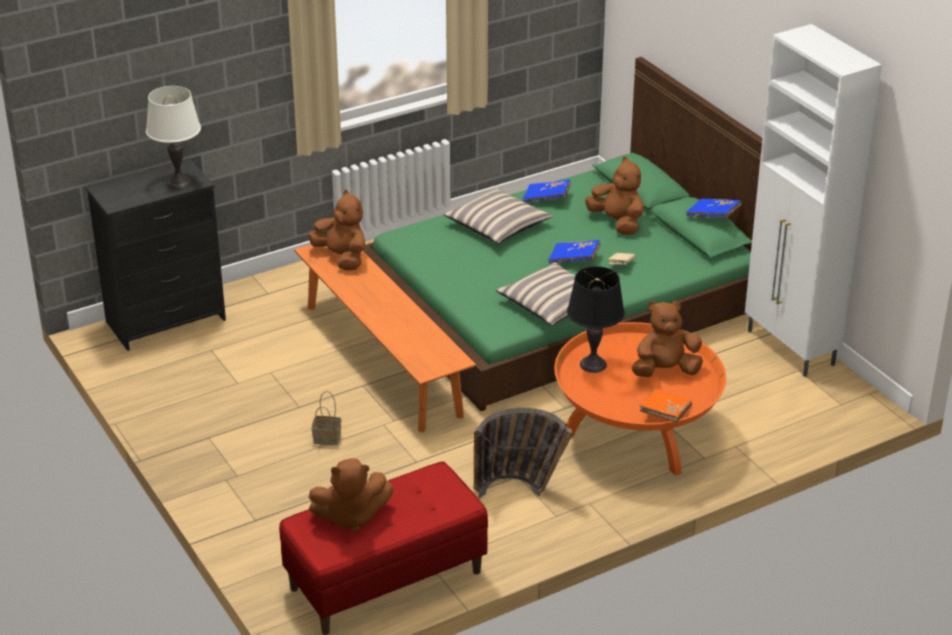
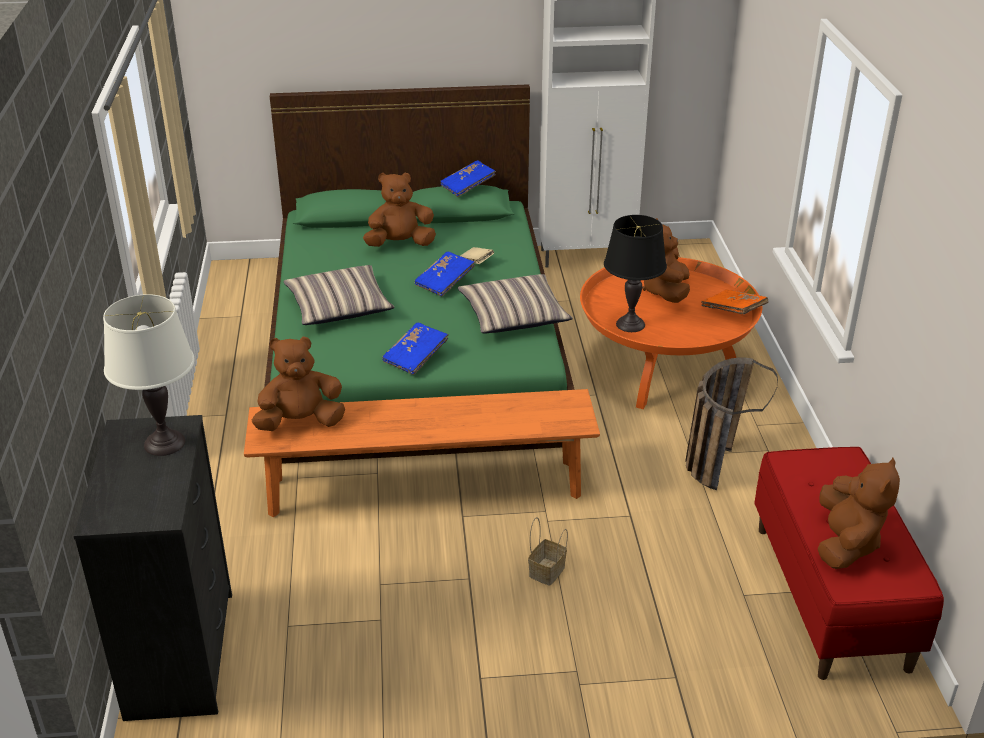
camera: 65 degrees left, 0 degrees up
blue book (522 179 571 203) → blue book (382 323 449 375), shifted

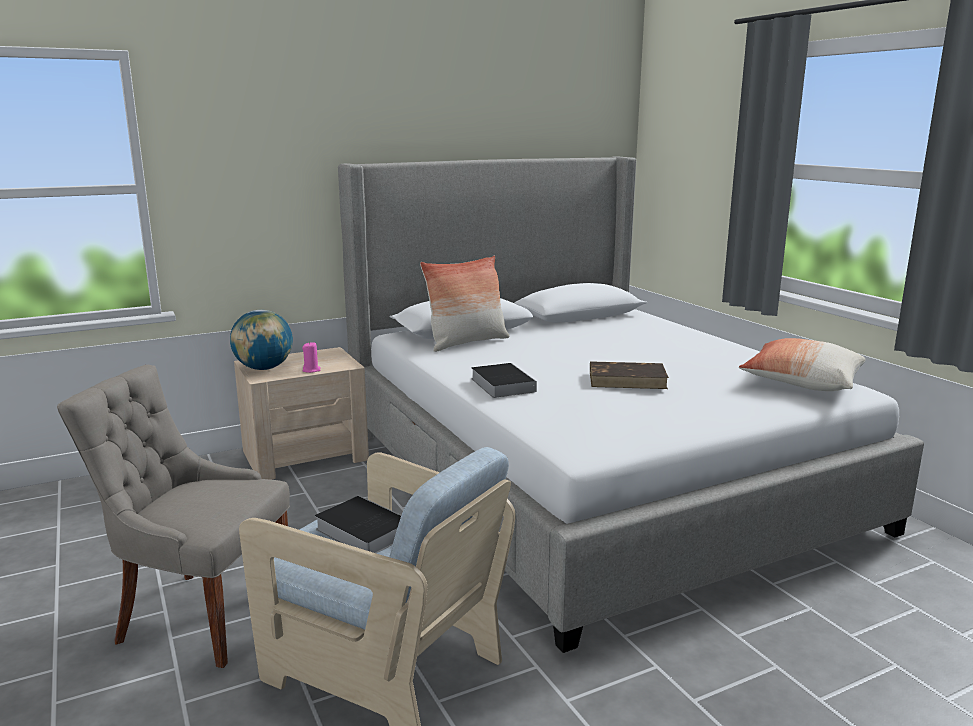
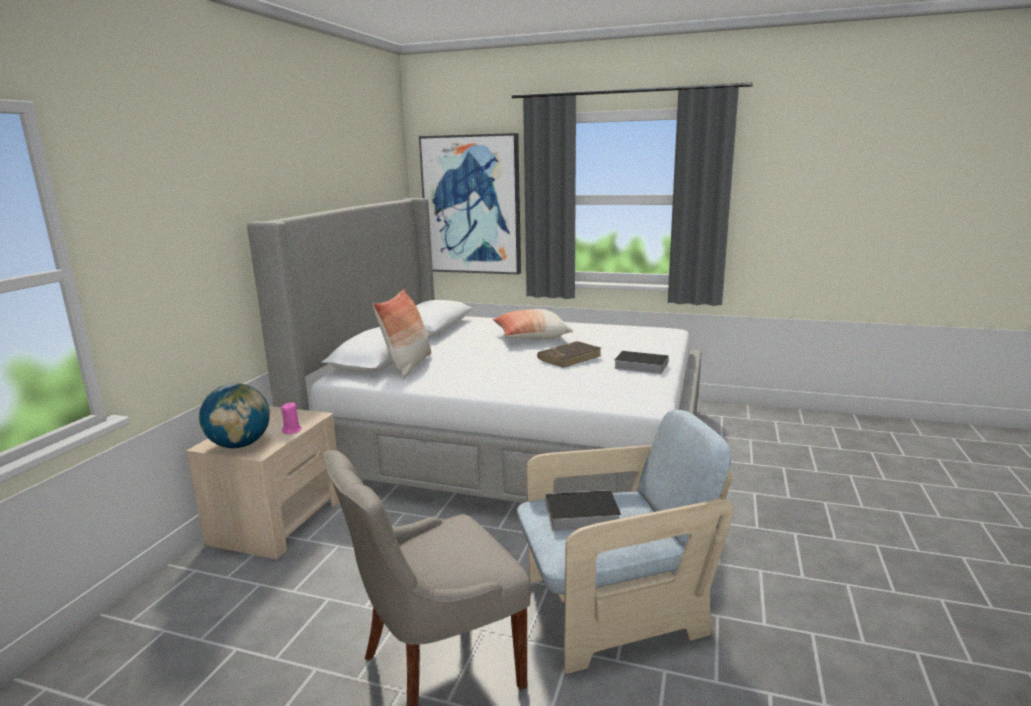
camera: 45 degrees left, 0 degrees up
- → picture (419 133 521 275)
book (471 363 537 398) → book (614 351 669 374), shifted
pillow (739 338 866 391) → pillow (493 309 573 339), shifted

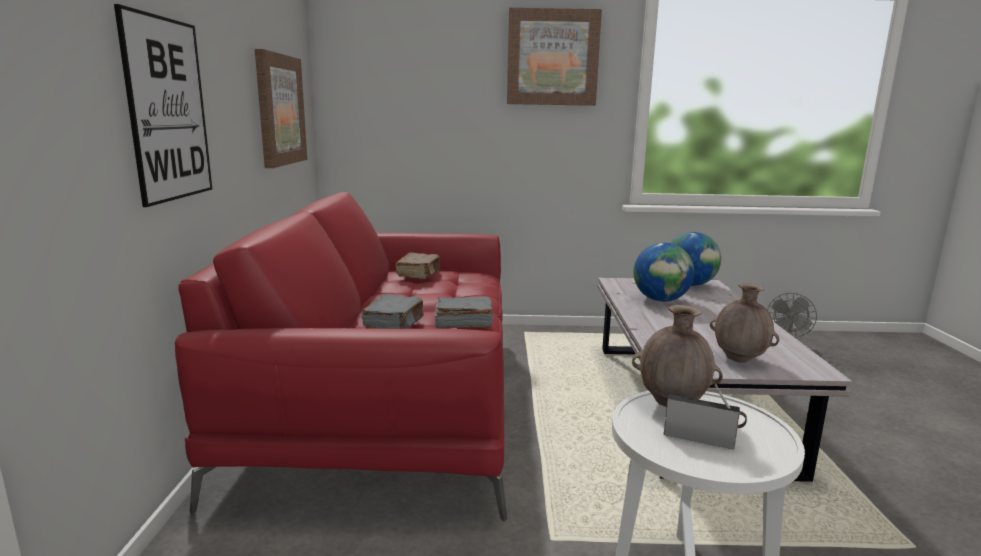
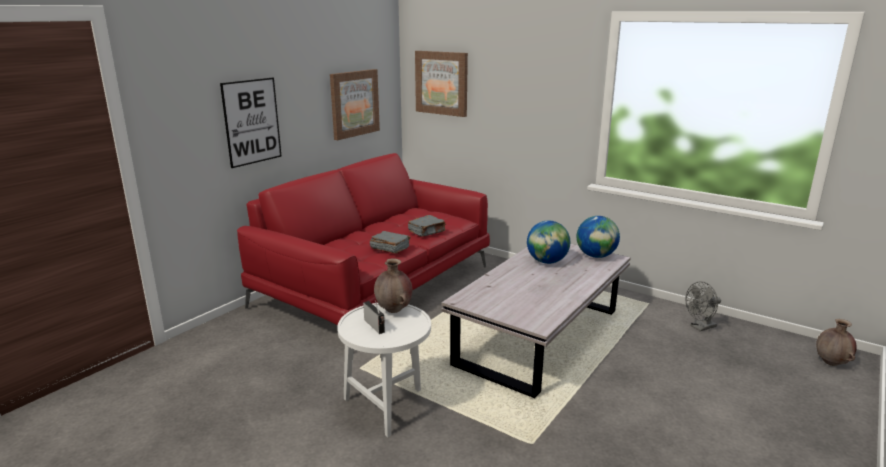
camera: 35 degrees right, 5 degrees up
brown book (396 252 441 279) → -
grey book (362 294 424 329) → grey book (408 215 445 237), shifted
picture (507 8 602 106) → picture (415 51 468 117), shifted
brown vase (710 283 779 363) → brown vase (816 319 857 366), shifted

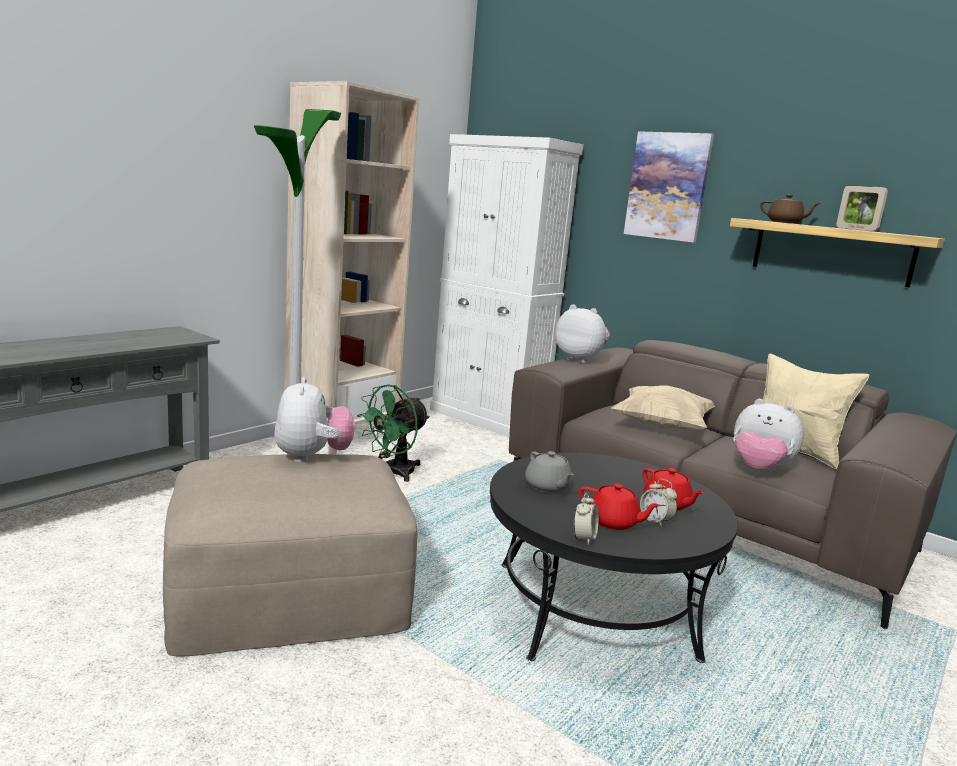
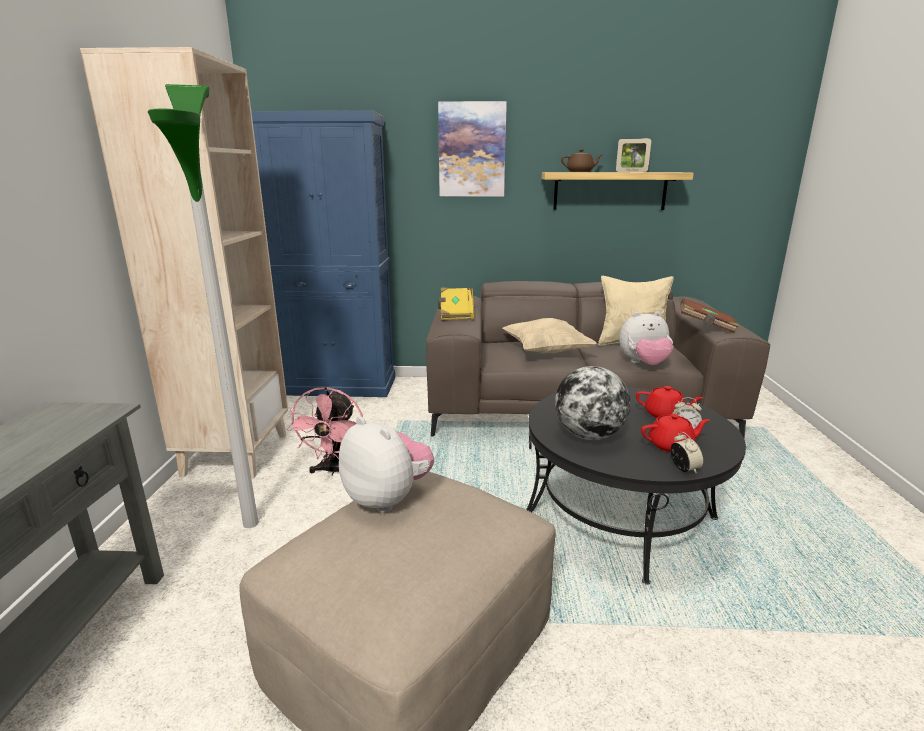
camera: 35 degrees left, 5 degrees up
- → brown book (680 298 739 333)
grey teapot (525 451 574 493) → globe (555 366 631 440)
plush toy (555 304 610 363) → yellow book (438 287 475 320)
green fan (357 384 430 482) → pink fan (287 387 363 476)
white cabinet (430 134 583 437) → blue cabinet (251 110 395 397)

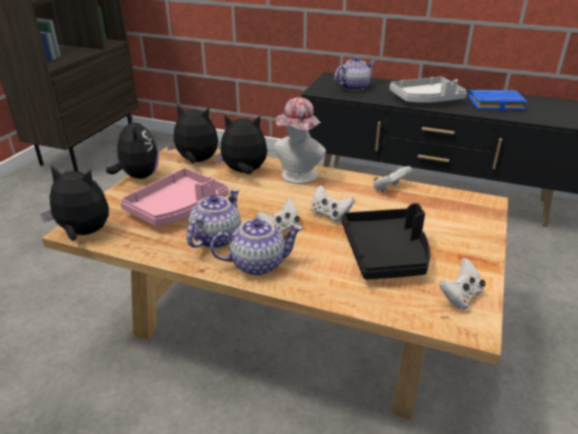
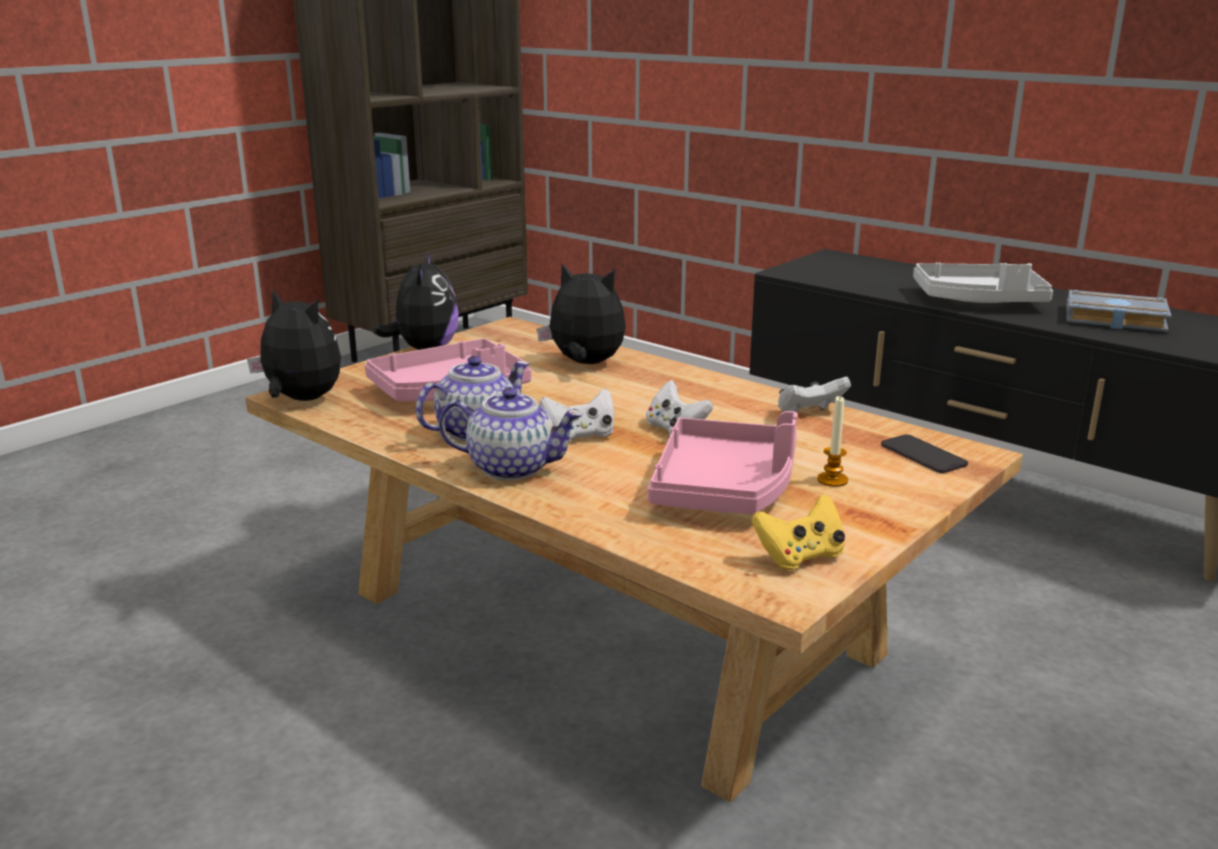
camera: 20 degrees right, 10 degrees down
plush toy (166 104 218 163) → -
hat (274 97 326 184) → -
teapot (334 57 376 91) → -
- → candle (817 395 848 487)
- → phone (881 435 968 473)
black tray (342 203 430 280) → pink tray (648 411 797 514)
white game controller (439 258 486 310) → yellow game controller (751 494 845 570)
blue book (469 90 527 111) → grey book (1066 290 1171 332)

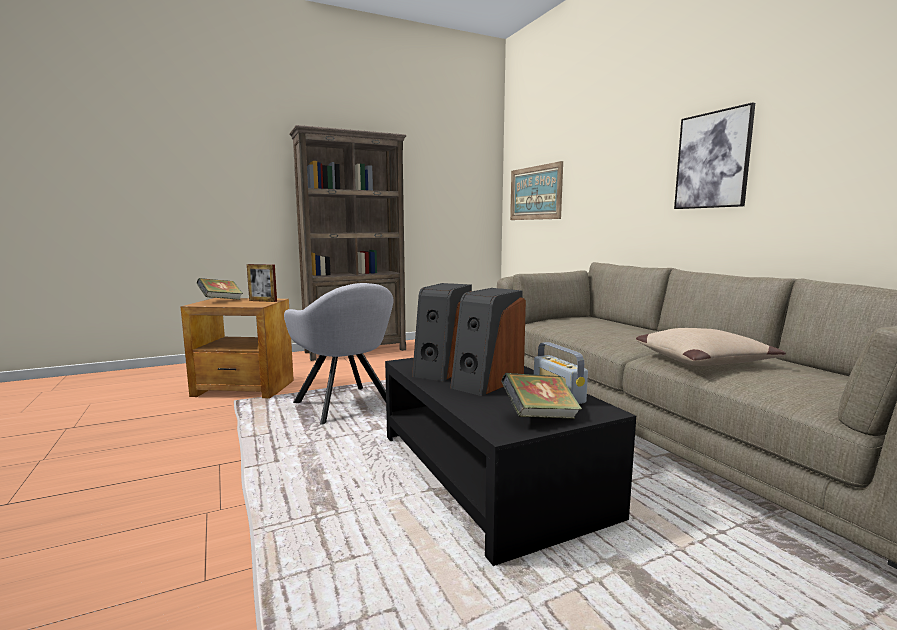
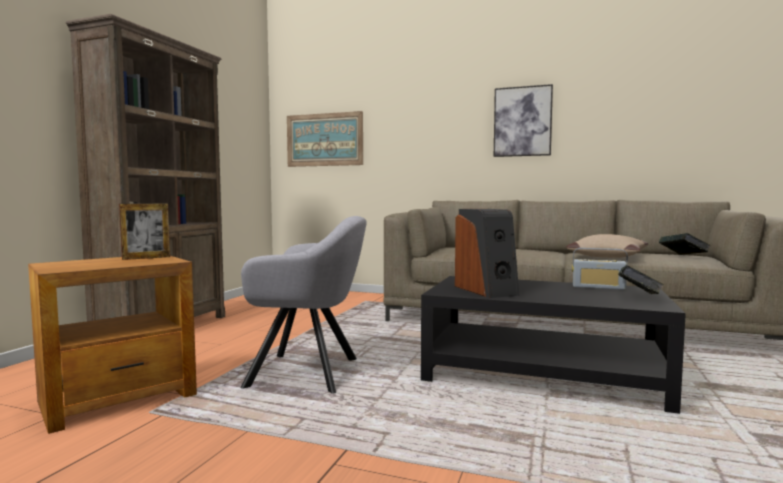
camera: 45 degrees left, 5 degrees down
speaker (450 288 526 396) → -
book (197 278 243 300) → book (659 233 711 255), shifted

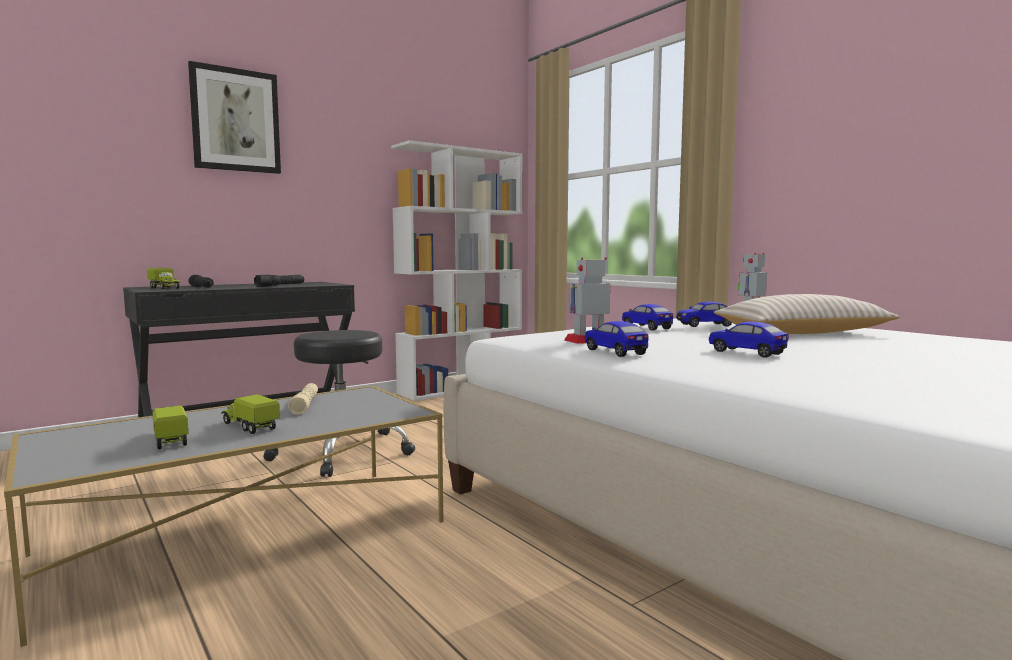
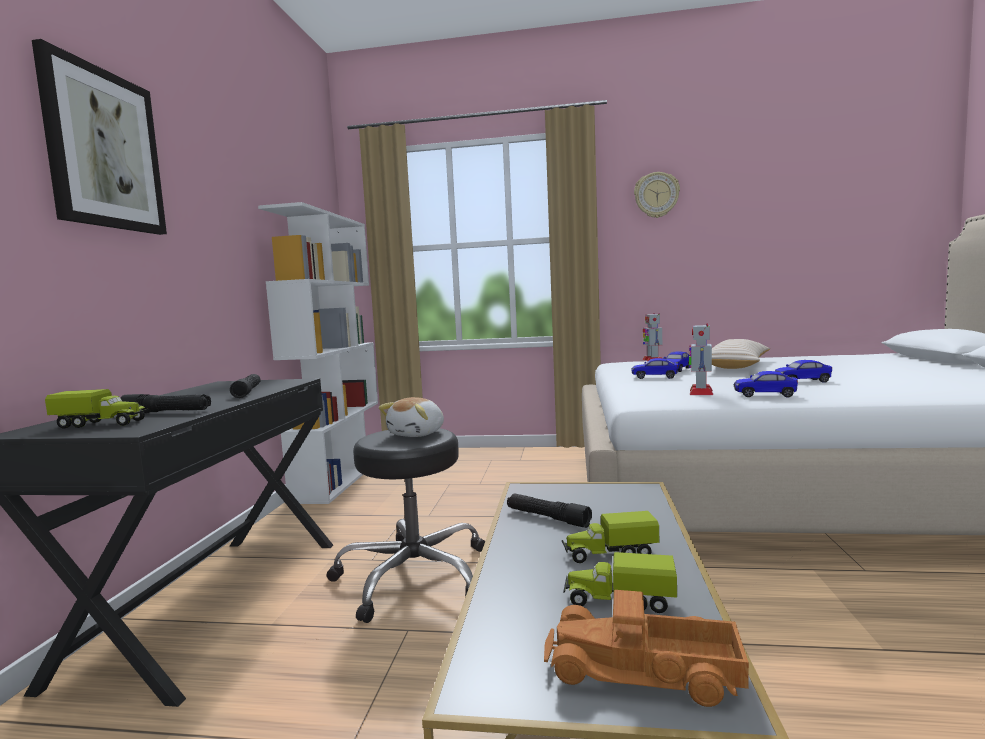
camera: 45 degrees left, 0 degrees up
- → plush toy (379 397 444 437)
- → toy truck (544 590 749 707)
- → wall clock (634 172 680 218)
beige flashlight (288 383 318 415) → black flashlight (507 493 592 528)

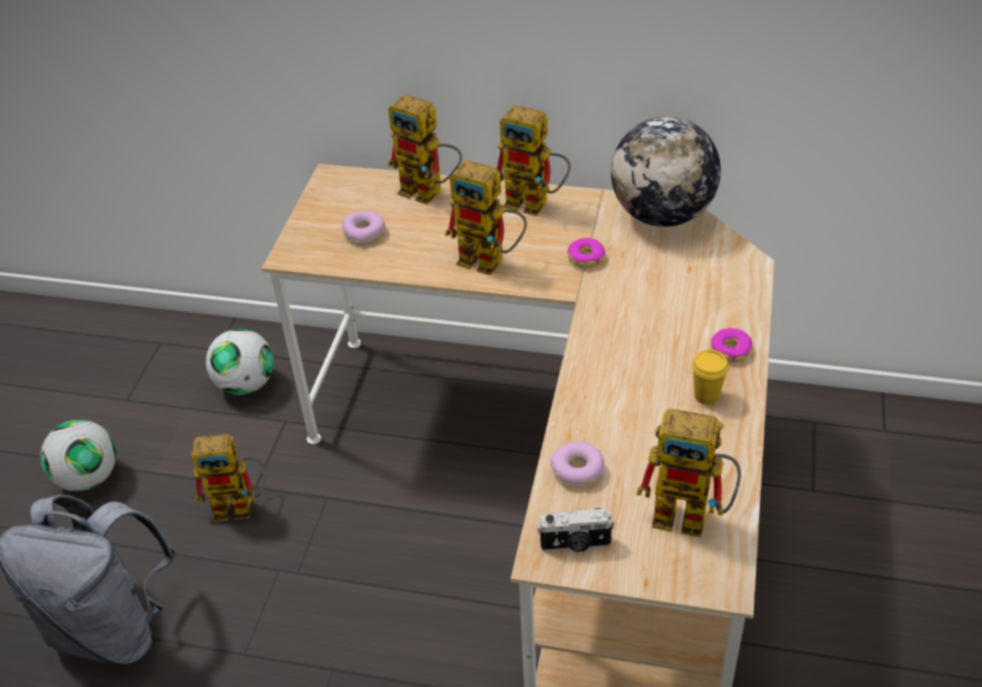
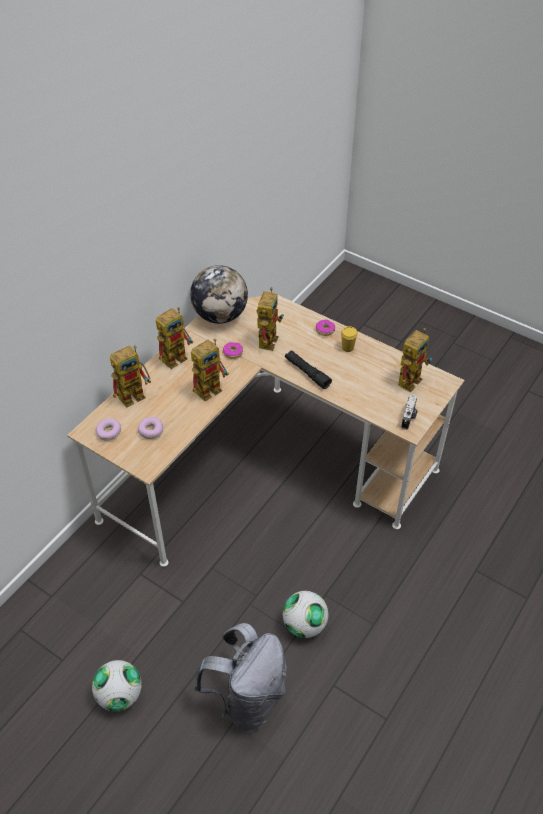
camera: 70 degrees left, 5 degrees up
- → black flashlight (285 350 332 389)
toy robot (191 434 265 522) → toy robot (256 287 284 351), shifted
football (206 329 274 395) → football (283 591 328 638), shifted
donut (550 442 605 487) → donut (95 419 121 441), shifted

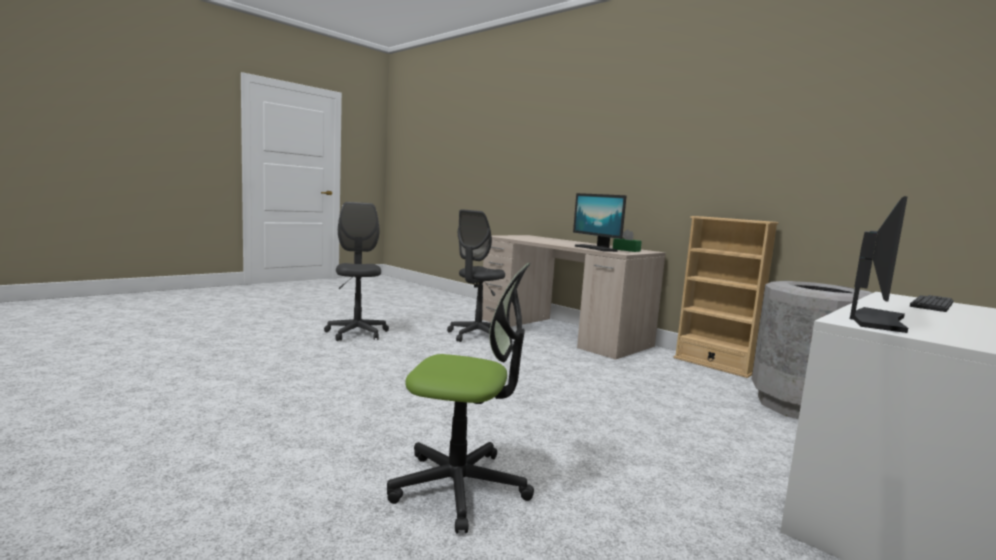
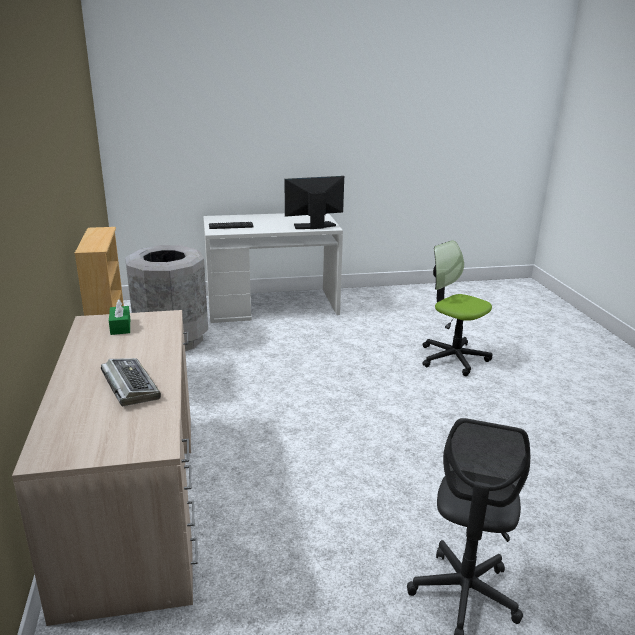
camera: 145 degrees left, 15 degrees up
grey office chair (447 209 505 342) → -
monitor (573 193 627 252) → -
- → keyboard (101 358 161 406)

